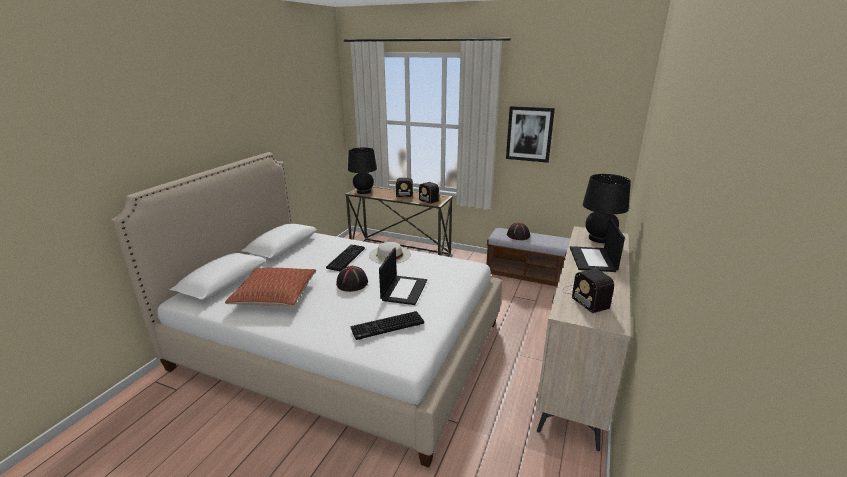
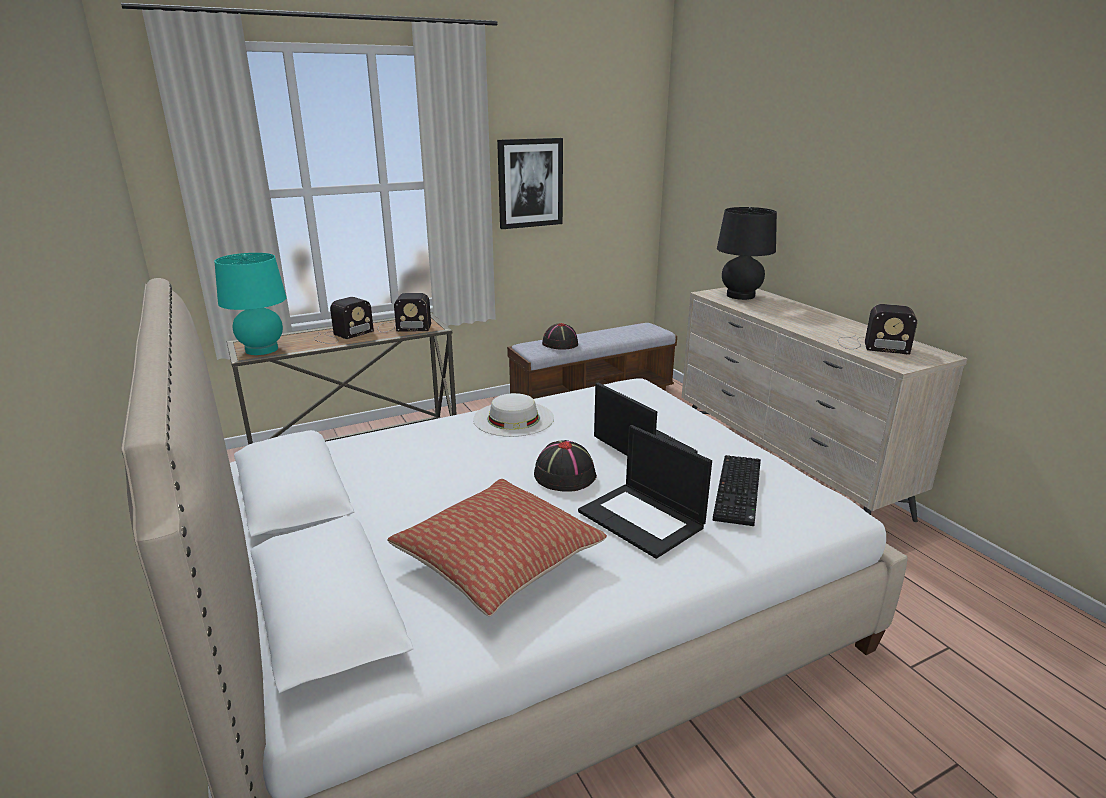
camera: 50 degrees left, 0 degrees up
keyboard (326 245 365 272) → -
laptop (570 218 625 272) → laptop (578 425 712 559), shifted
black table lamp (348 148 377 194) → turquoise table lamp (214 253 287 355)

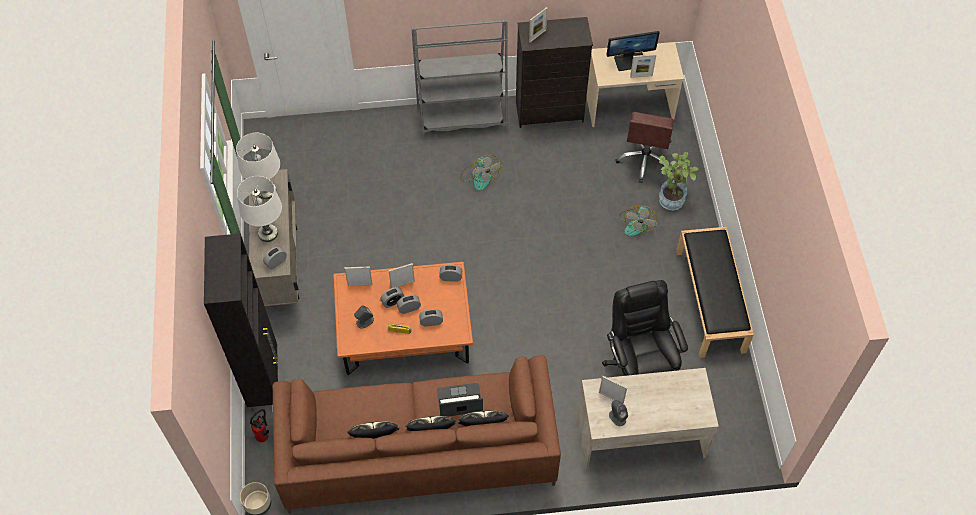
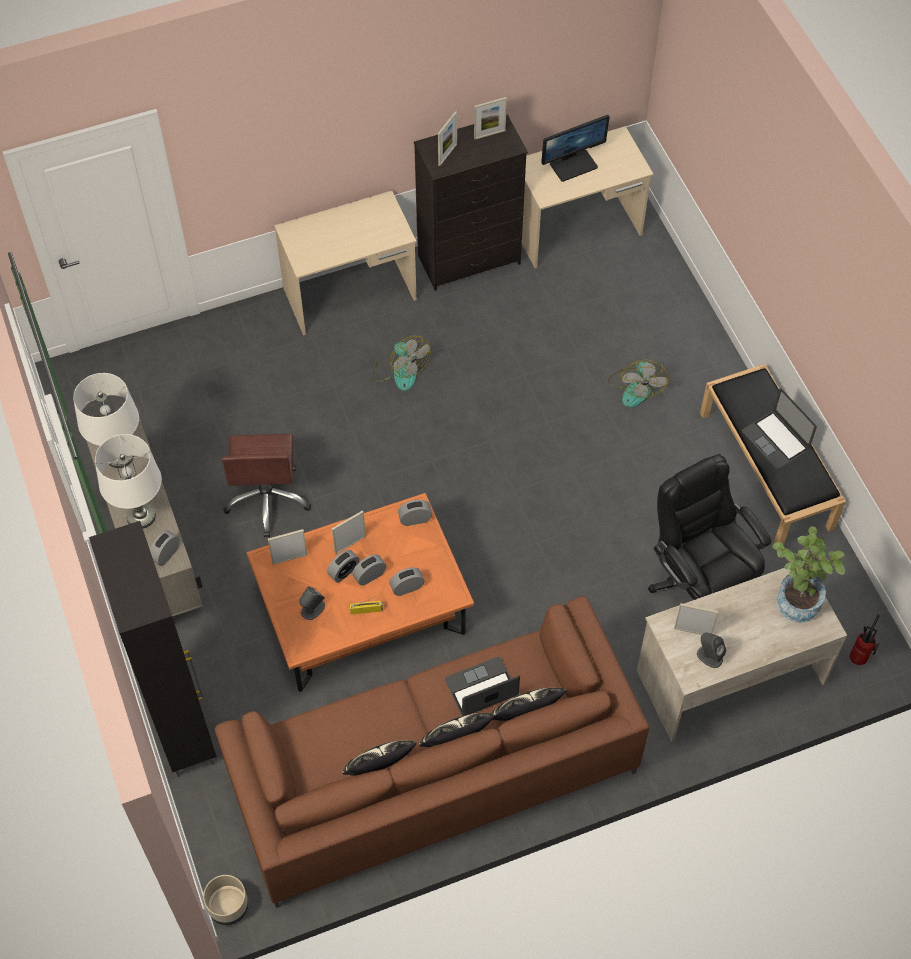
camera: 15 degrees left, 0 degrees up
- → laptop (742 388 817 469)
fire extinguisher (250 409 269 442) → fire extinguisher (850 614 880 665), shifted
brown office chair (615 112 674 183) → brown office chair (222 434 311 537), shifted
picture frame (630 54 656 78) → picture frame (474 97 507 140), shifted
potted plant (659 152 698 211) → potted plant (772 526 845 623), shifted
grey bookcase (411 20 508 139) → beige desk (274 191 417 335)

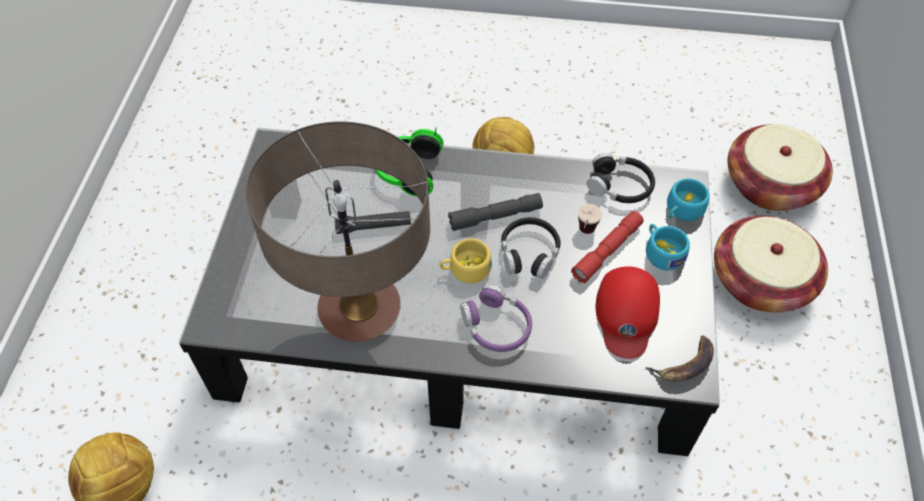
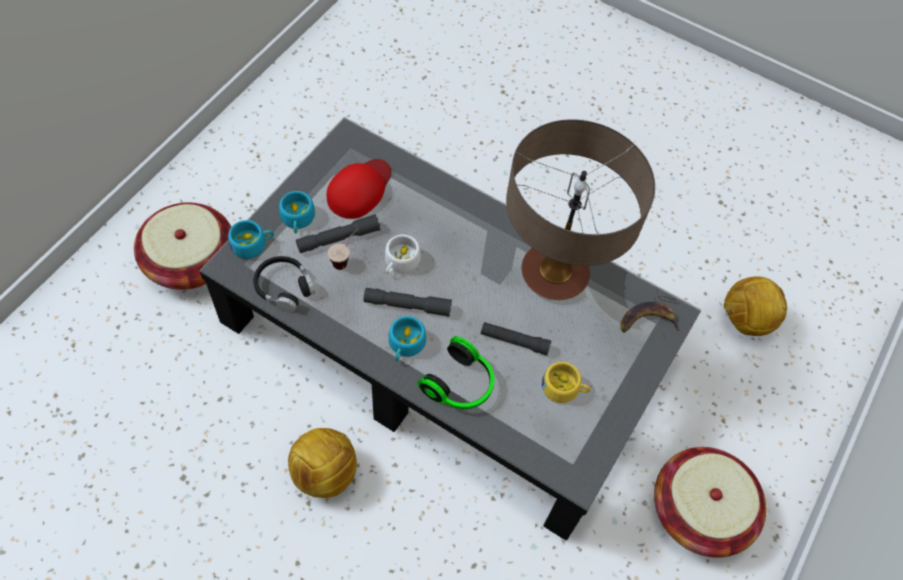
camera: 160 degrees left, 5 degrees up
purple headphones (460 284 532 352) → -
- → turquoise cup (388 316 426 361)
yellow cup (439 239 492 283) → yellow cup (541 362 591 403), shifted
banana (645 335 714 381) → banana (621 302 680 333), shifted
basket (728 124 833 211) → basket (654 447 766 558), shifted
black headphones (501 217 561 279) → white cup (385 235 421 274)
red flashlight (571 211 644 283) → grey flashlight (296 214 380 253)

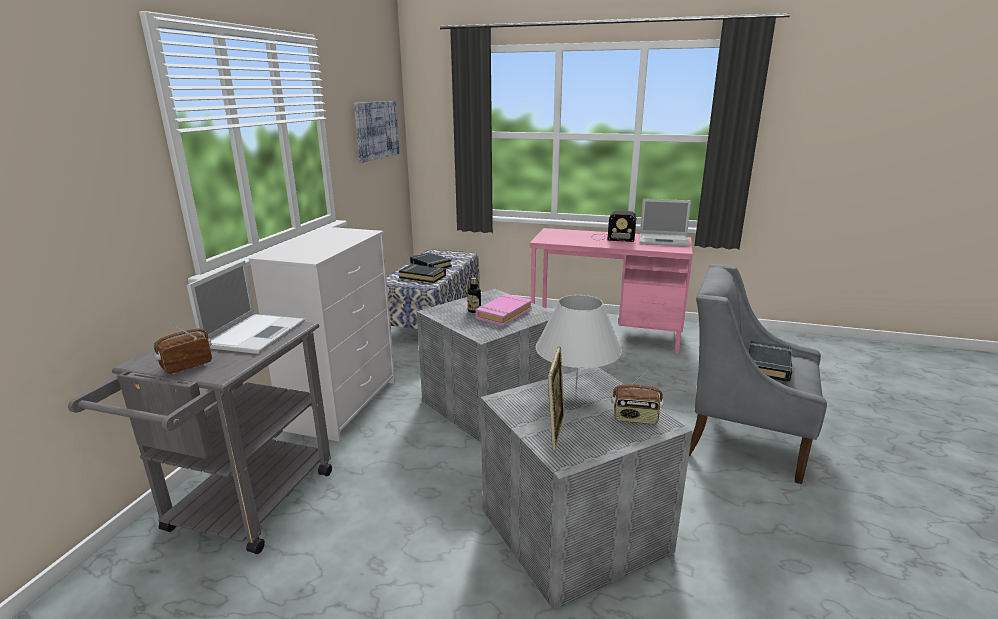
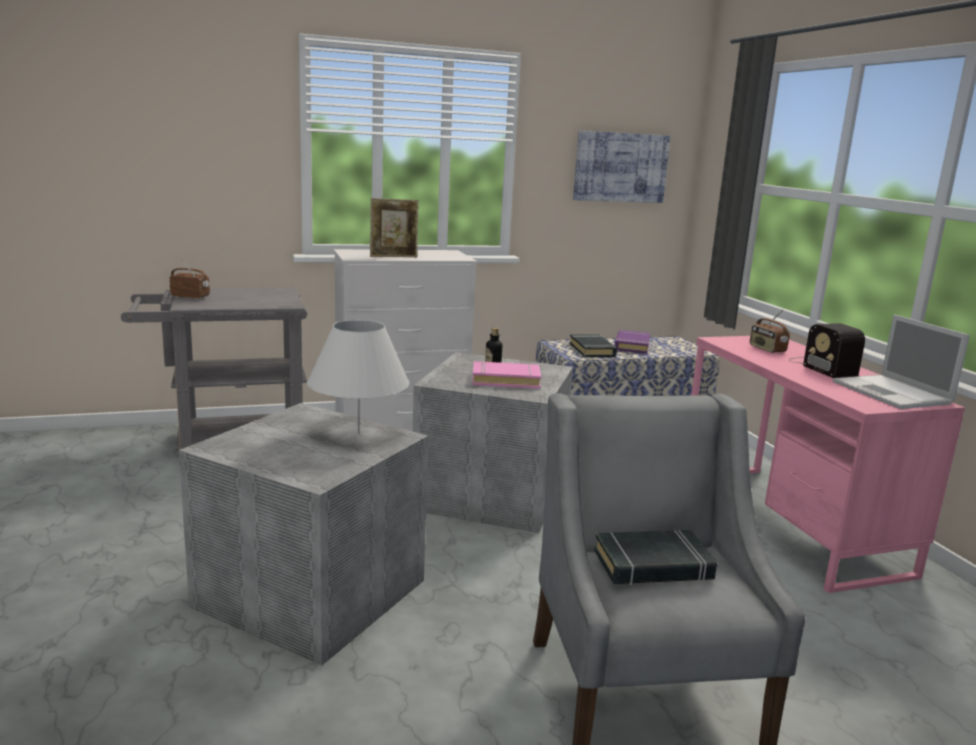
camera: 55 degrees right, 5 degrees down
laptop (187 260 305 354) → -
picture frame (548 347 565 451) → picture frame (370 198 419 257), shifted
radio (612 370 663 424) → radio (750 310 790 353), shifted
black book (410 252 452 268) → purple book (615 330 650 354)

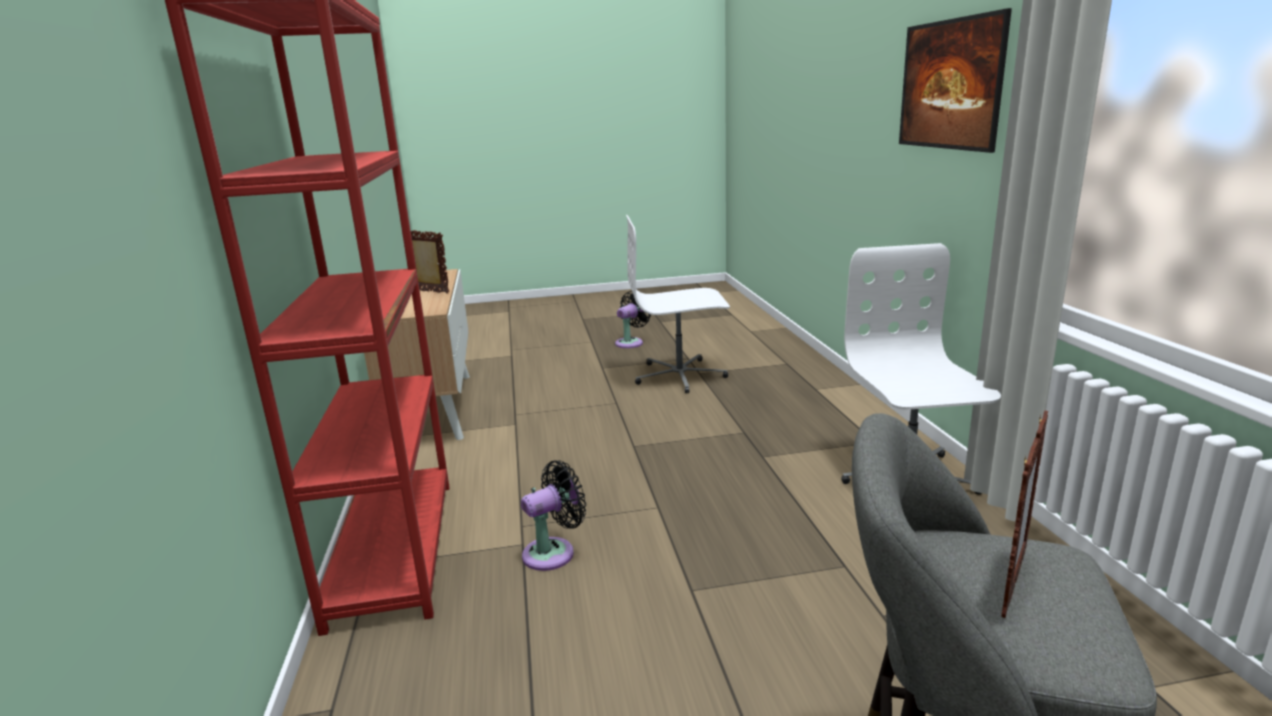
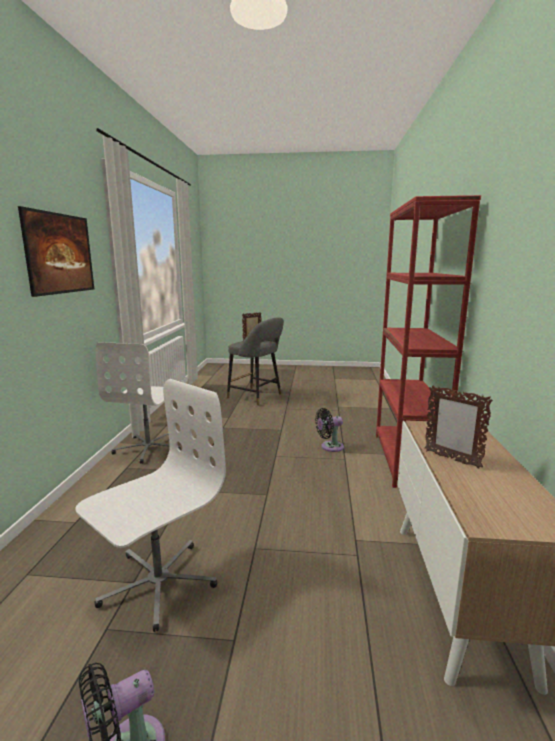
camera: 165 degrees left, 5 degrees down
white office chair (626 215 730 393) → white office chair (75 379 226 632), 60 degrees counterclockwise

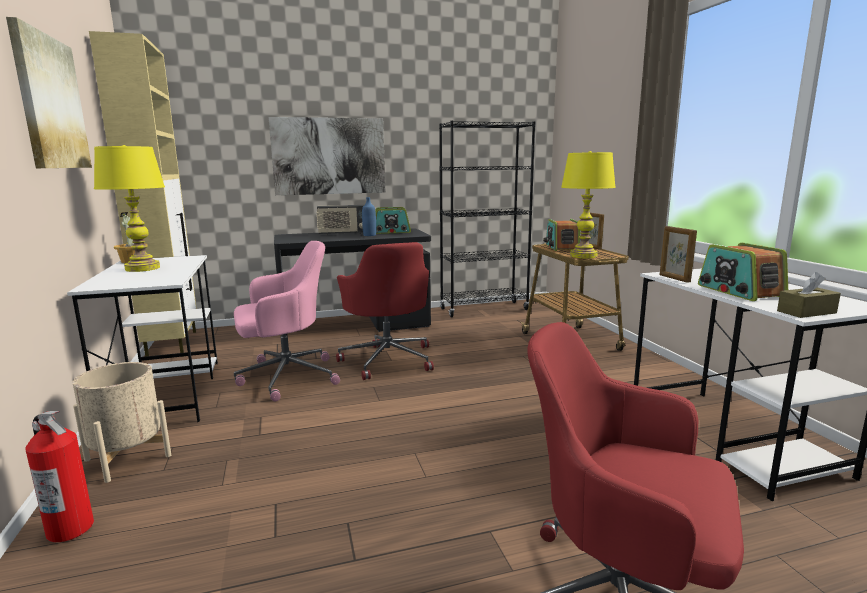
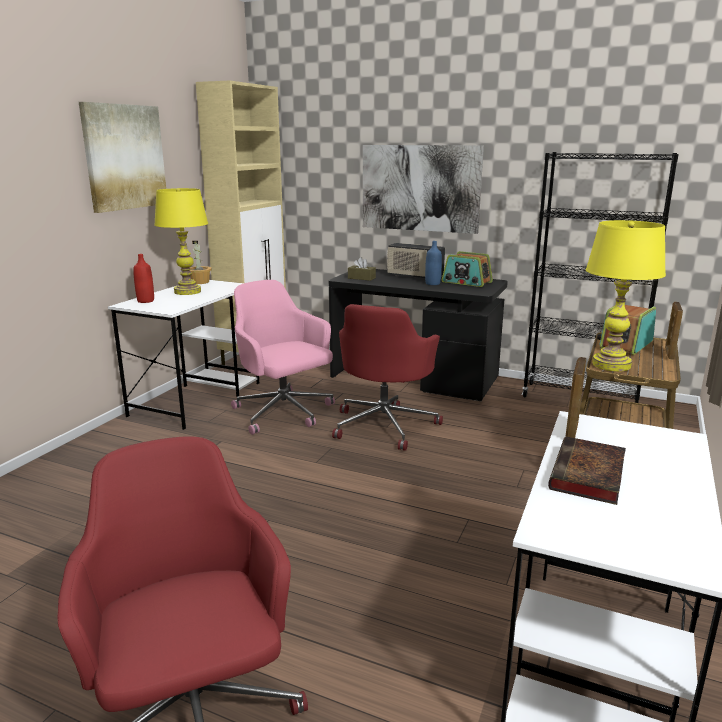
camera: 40 degrees right, 5 degrees up
fire extinguisher (25 411 94 542) → -
beige planter (73 362 171 483) → -
- → red bottle (133 254 154 303)
brown tissue box (777 272 841 318) → brown tissue box (348 257 376 281), shifted
radio (698 243 788 301) → book (548 436 626 505)
pink office chair (234 241 340 401) → pink office chair (231 280 335 435), 150 degrees counterclockwise

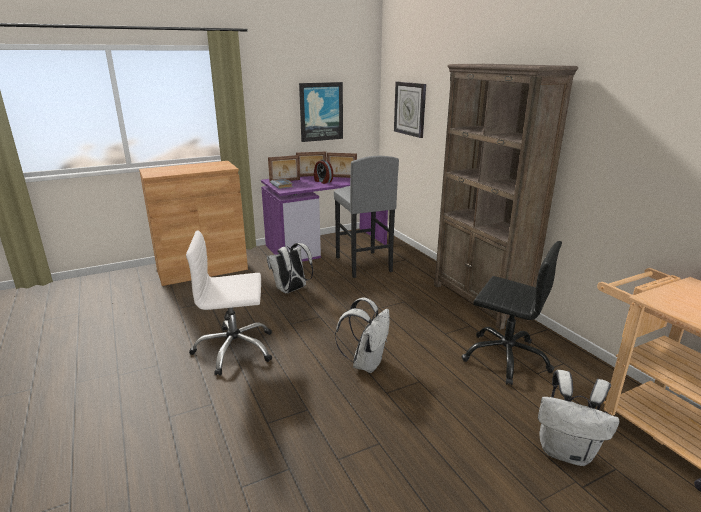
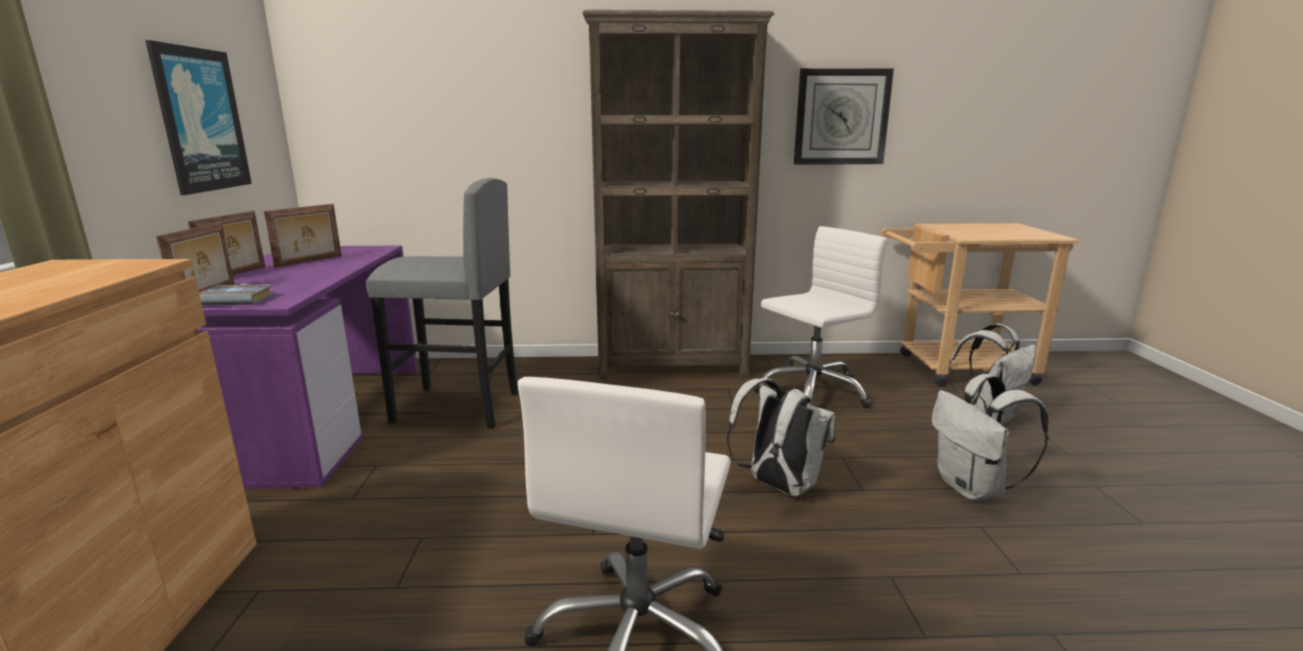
camera: 65 degrees left, 5 degrees down
alarm clock (314 159 333 184) → -
white backpack (267 243 313 293) → white backpack (932 374 1049 500), shifted
wall clock (394 82 426 138) → wall clock (794 68 894 164), shifted
black office chair (461 241 562 385) → white office chair (754 226 887 408)

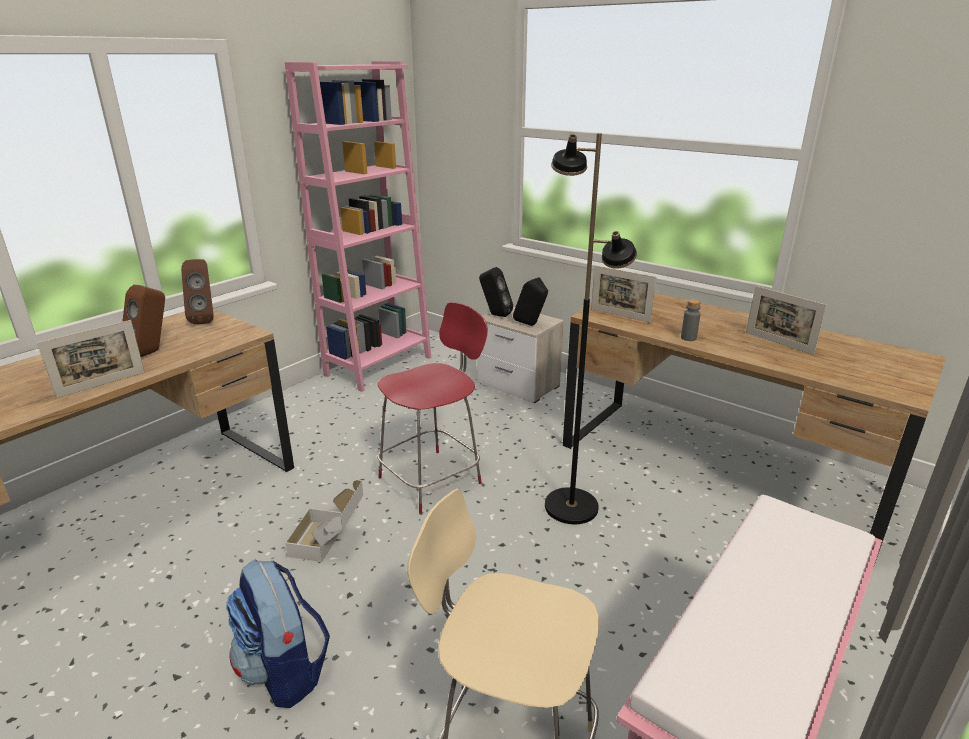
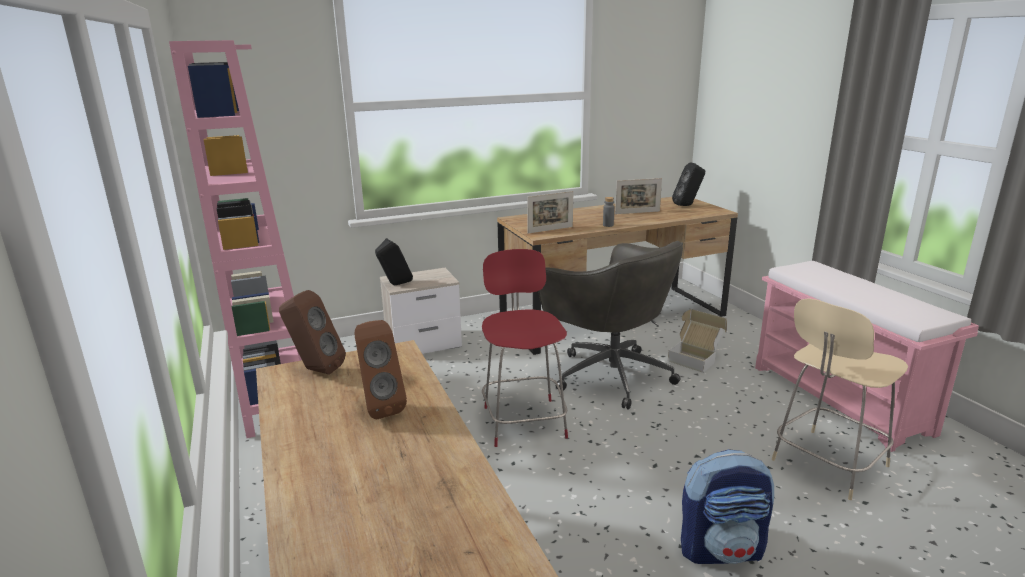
camera: 60 degrees left, 5 degrees down
picture frame (37 320 145 398) → -
cardboard box (286 480 363 562) → cardboard box (668 309 727 373), shifted
black speaker (513 277 548 326) → black speaker (672 162 705 206), shifted
black floor lamp (545 133 637 524) → grey office chair (538 241 683 410)

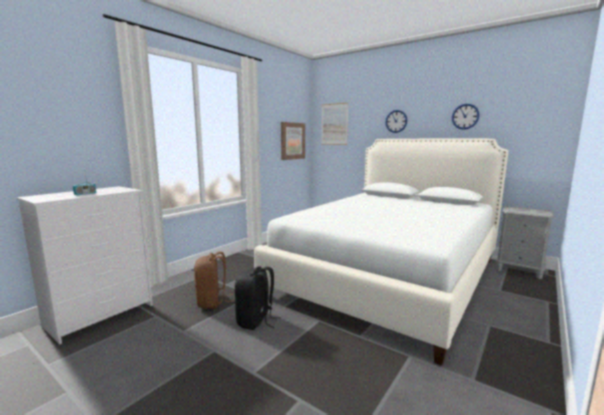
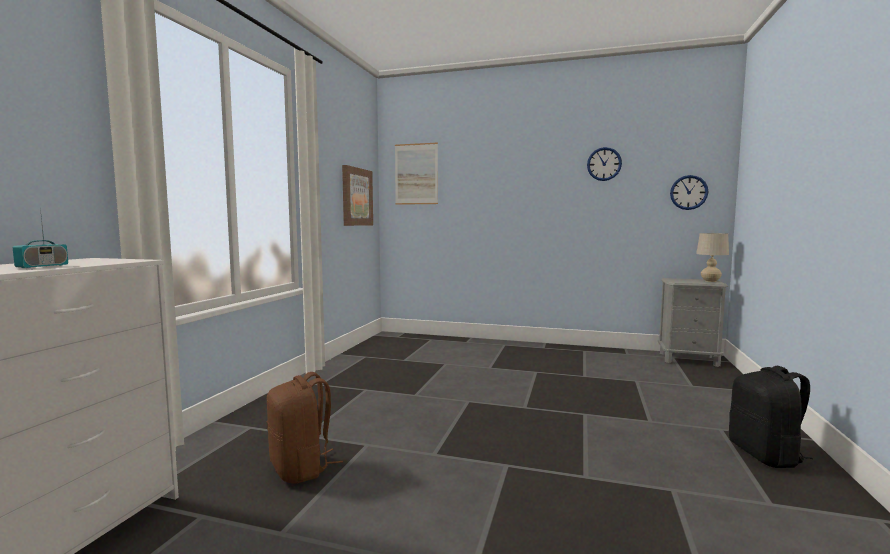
camera: 20 degrees left, 5 degrees down
white bed (254 138 509 366) → -
- → beige table lamp (696 233 729 282)
black backpack (235 267 281 330) → black backpack (729 366 813 468), shifted
wall clock (385 110 407 133) → wall clock (670 175 708 210), shifted

